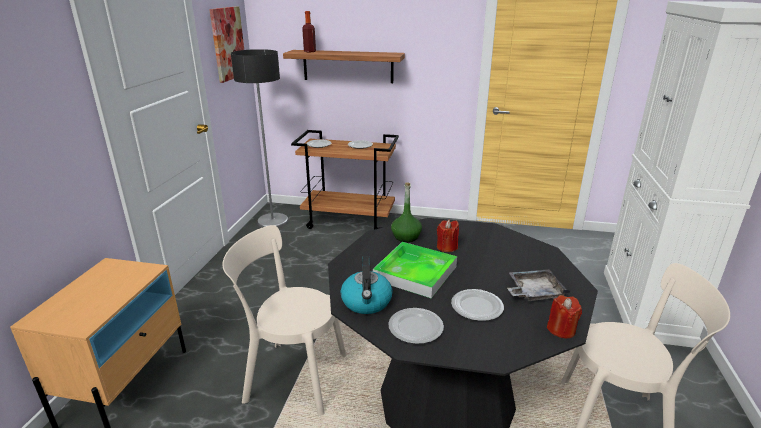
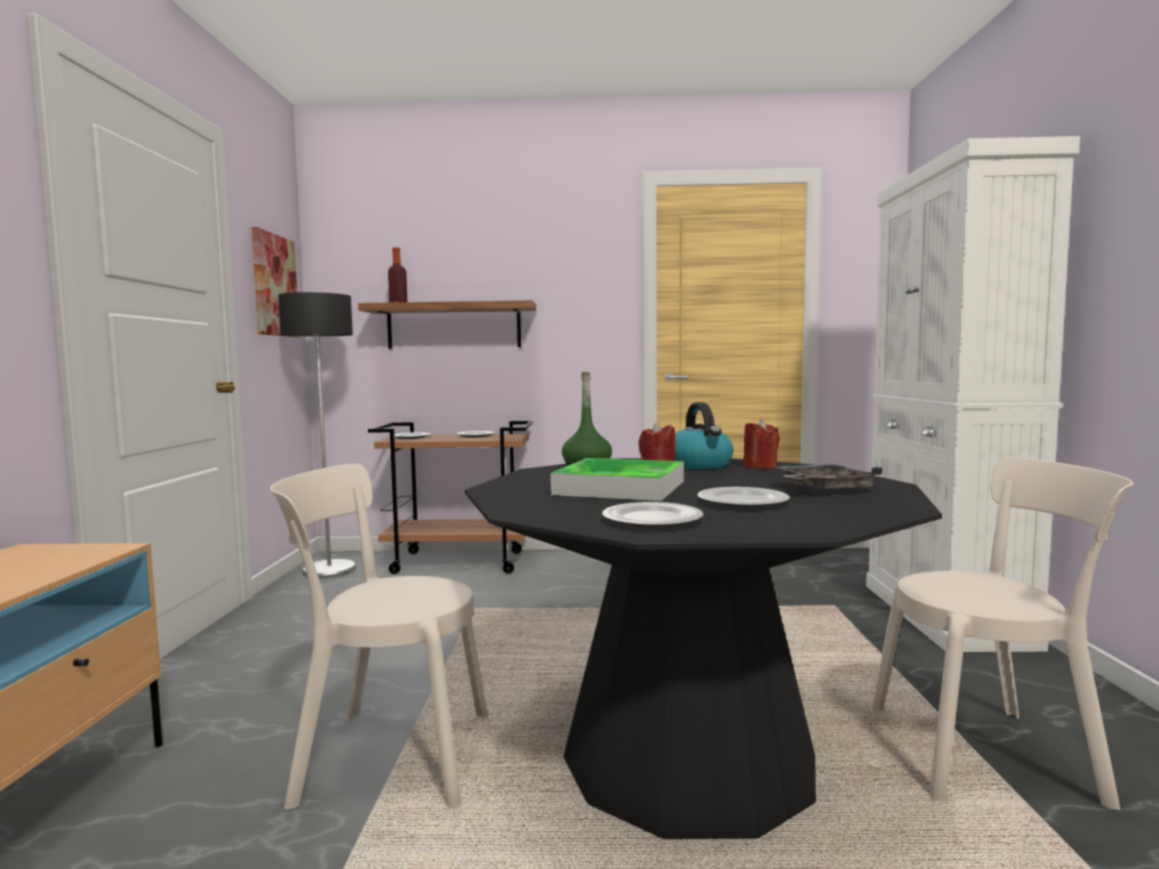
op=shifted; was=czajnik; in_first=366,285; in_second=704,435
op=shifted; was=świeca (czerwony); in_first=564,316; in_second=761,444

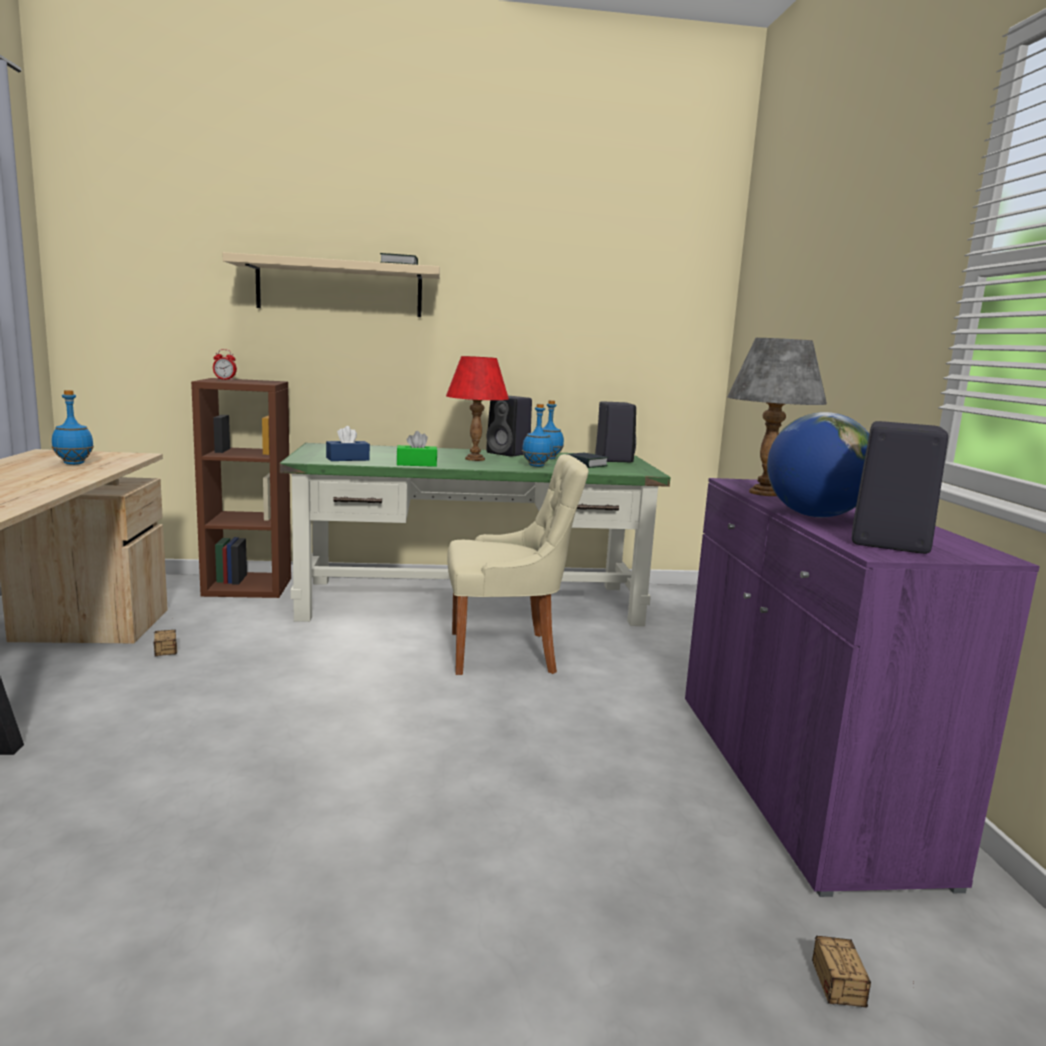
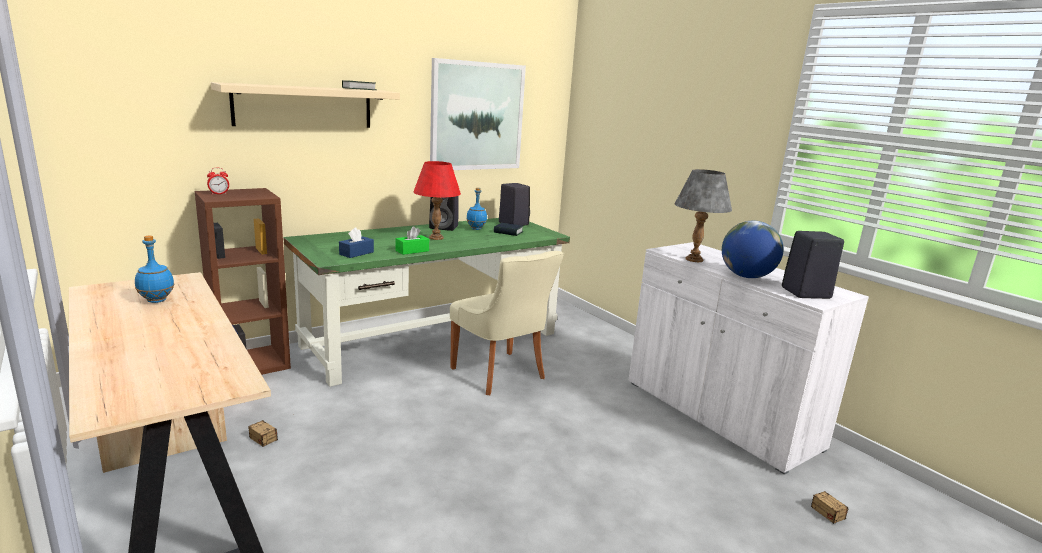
op=new; now=obraz; in_second=478,114
op=rotated; was=krzesło (beżowy); in_first=518,564; in_second=507,323; clockwise=90
op=repainted; was=szafka (fioletowy); now=szafka (biały); in_first=862,687; in_second=748,358
op=gone; was=butelka (niebieski); in_first=537,435

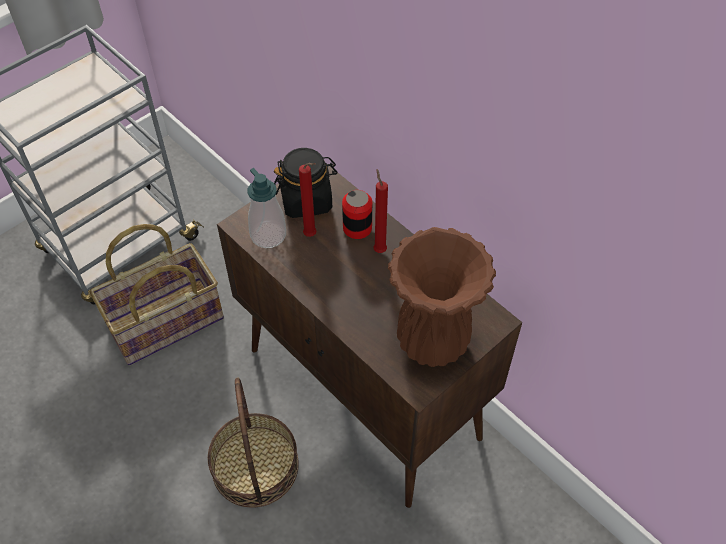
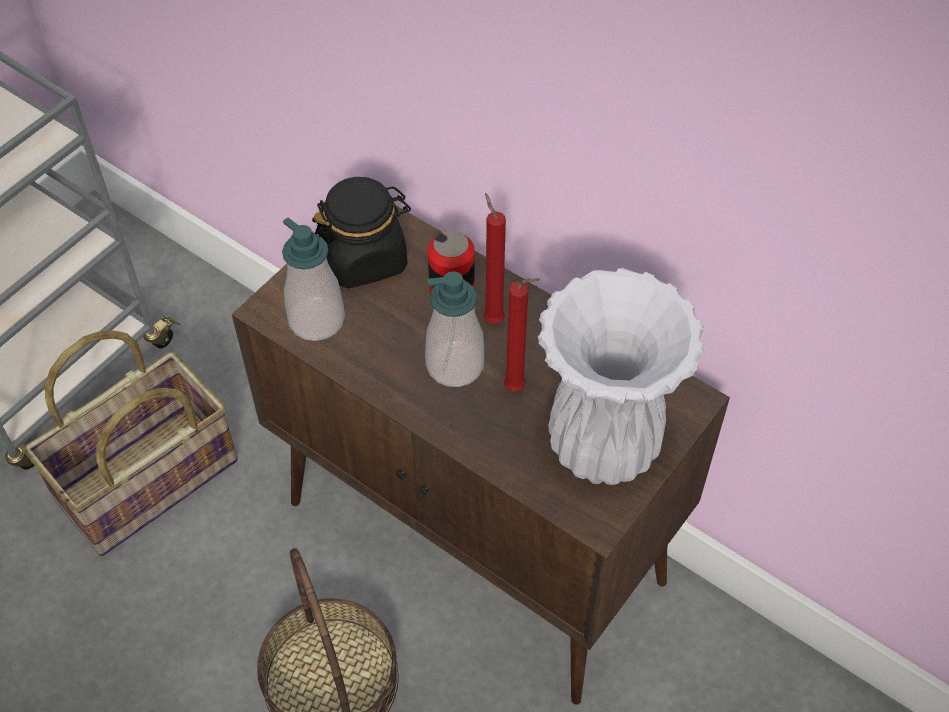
op=new; now=dozownik mydła; in_second=454,329
op=shifted; was=świeca (czerwony); in_first=308,200; in_second=522,334
op=repainted; was=wazon (brązowy); now=wazon (biały); in_first=442,297; in_second=621,376

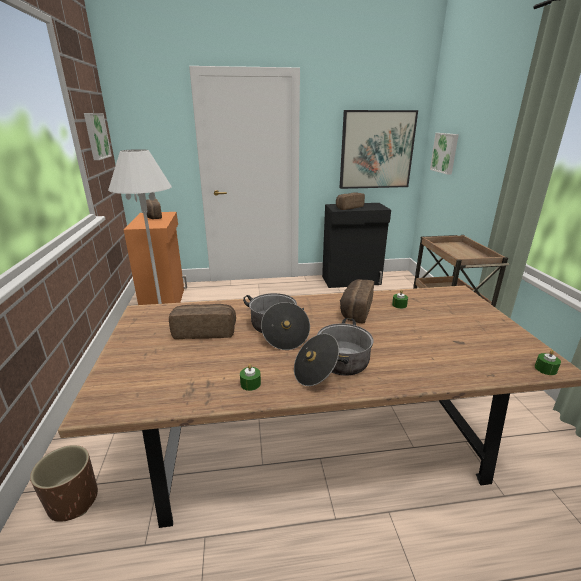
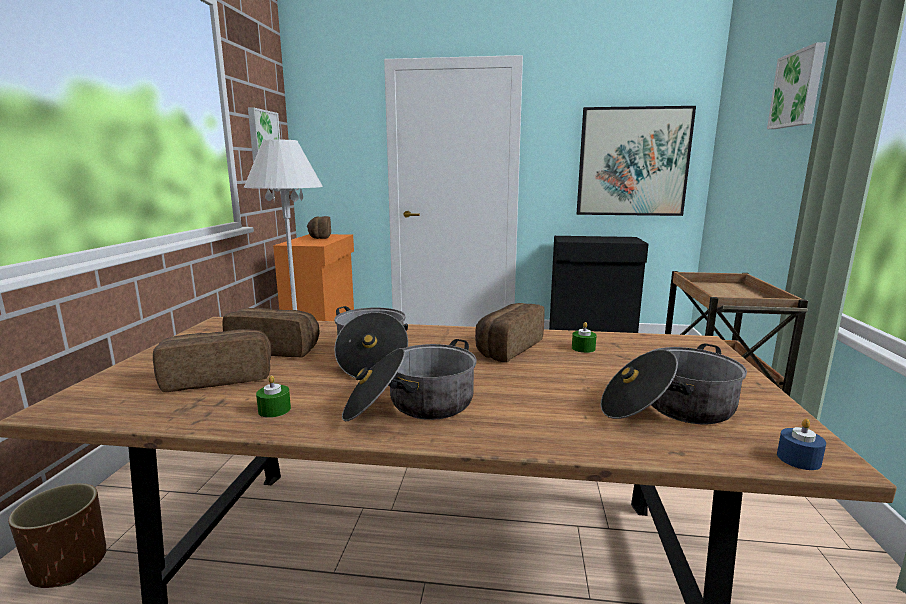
op=shifted; was=chleb; in_first=350,201; in_second=212,360
op=new; now=garnek; in_second=674,383
op=shifted; was=obraz; in_first=444,154; in_second=796,85
op=repainted; was=świeca (zielony); now=świeca (niebieski); in_first=548,362; in_second=801,444

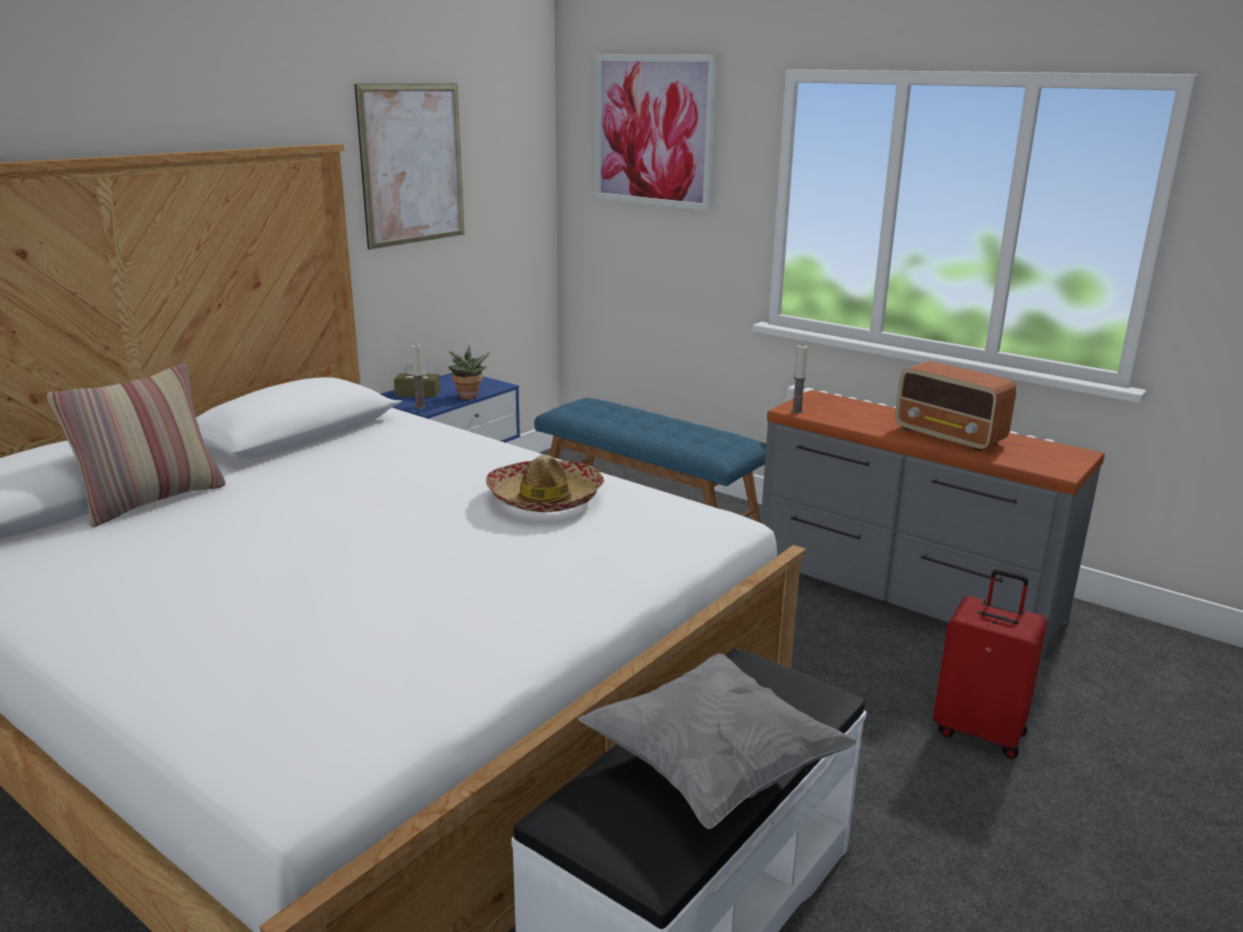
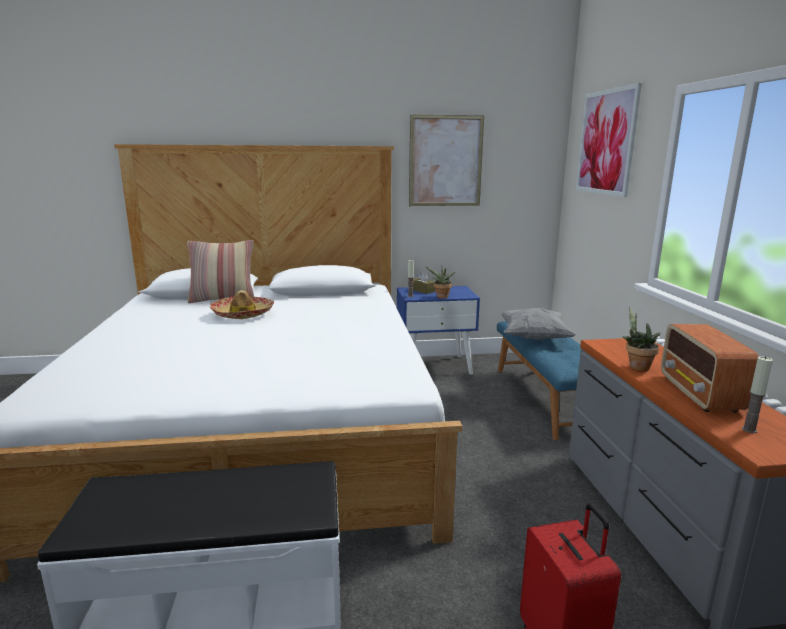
op=shifted; was=kapelusz; in_first=545,483; in_second=242,304
op=shifted; was=poduszka (szary); in_first=718,741; in_second=537,324
op=new; now=roślina doniczkowa; in_second=641,339
op=shifted; was=świeca; in_first=799,378; in_second=757,394

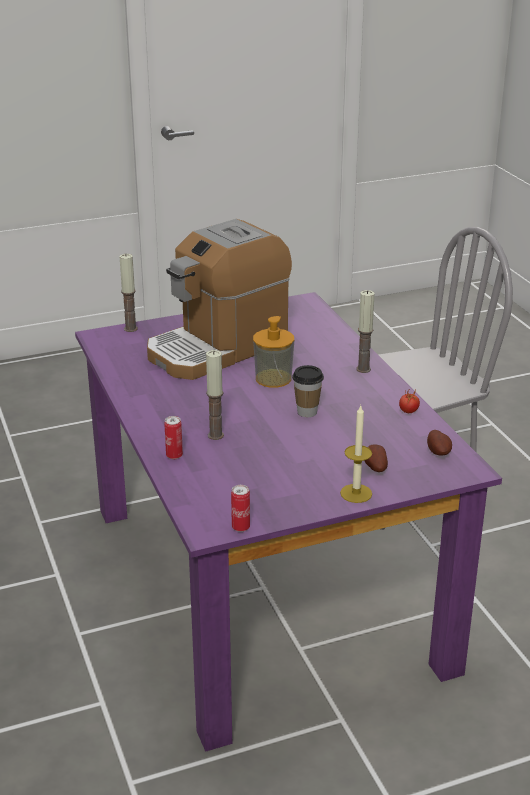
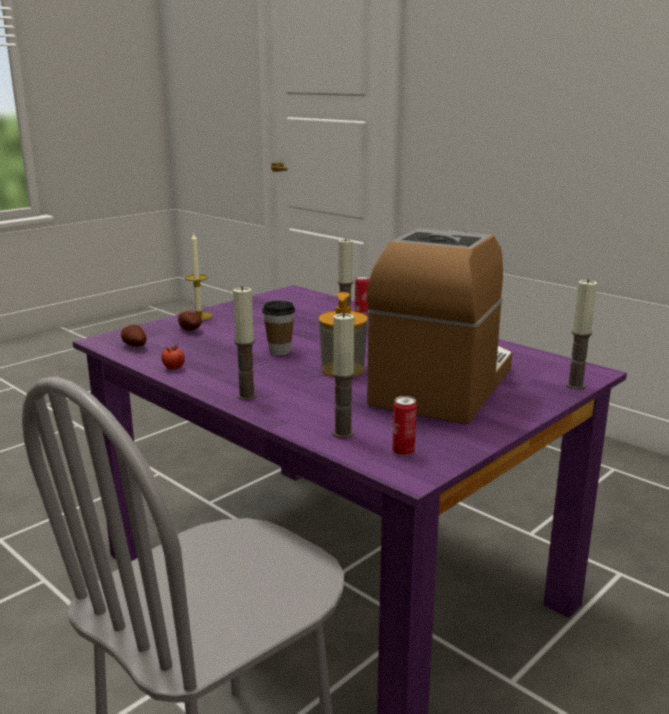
op=new; now=świeca; in_second=343,375
op=shifted; was=puszka; in_first=240,508; in_second=404,426

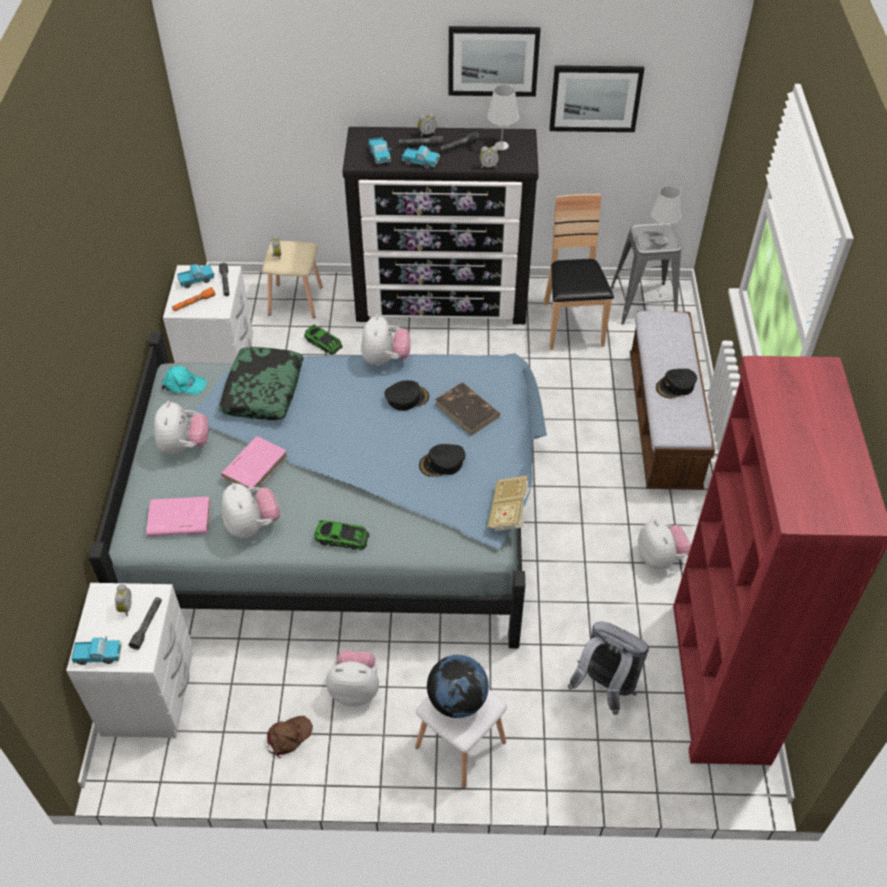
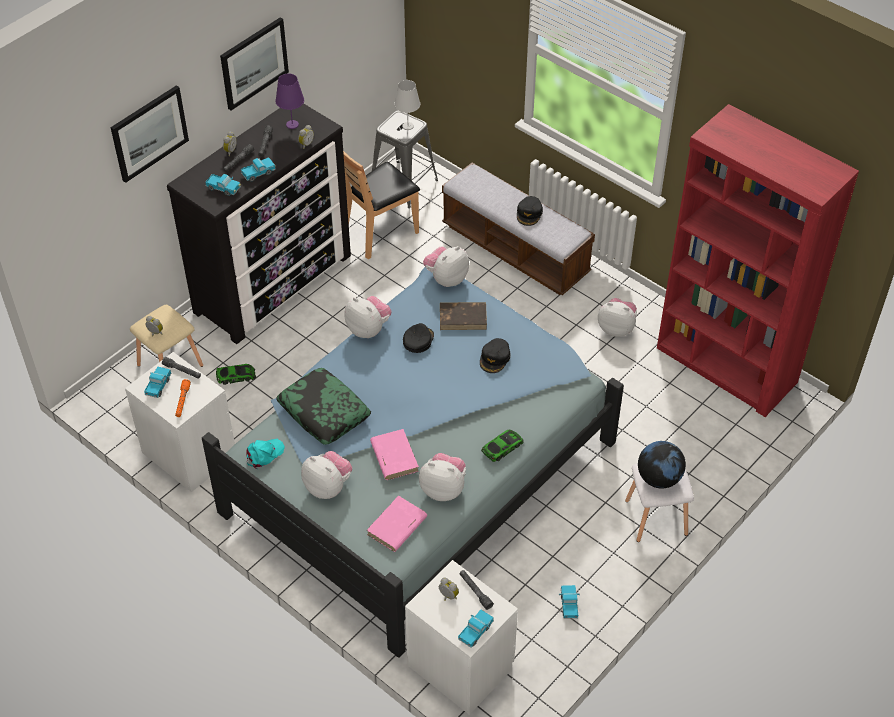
op=shifted; was=obraz; in_first=596,98; in_second=149,134
op=repainted; was=lampa stołowa (biały); now=lampa stołowa (fioletowy); in_first=503,117; in_second=289,101
op=rotated; was=krzesło (brązowy); in_first=579,272; in_second=381,205; clockwise=-75
op=shifted; was=pluszak; in_first=352,678; in_second=446,266
op=swapped; was=czapka z daszkiem (brązowy); now=ciężarówka zabawkowa; in_first=290,737; in_second=569,602
op=gone; was=książka; in_first=509,503
op=gone; was=plecak (szary); in_first=608,668

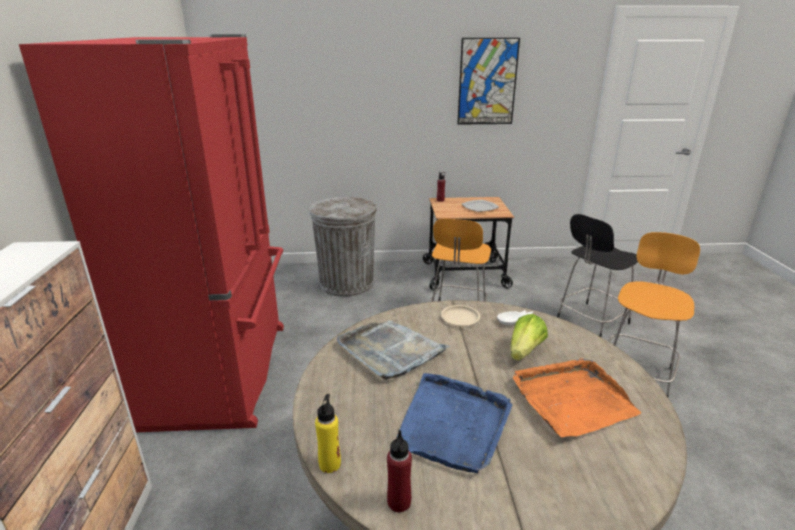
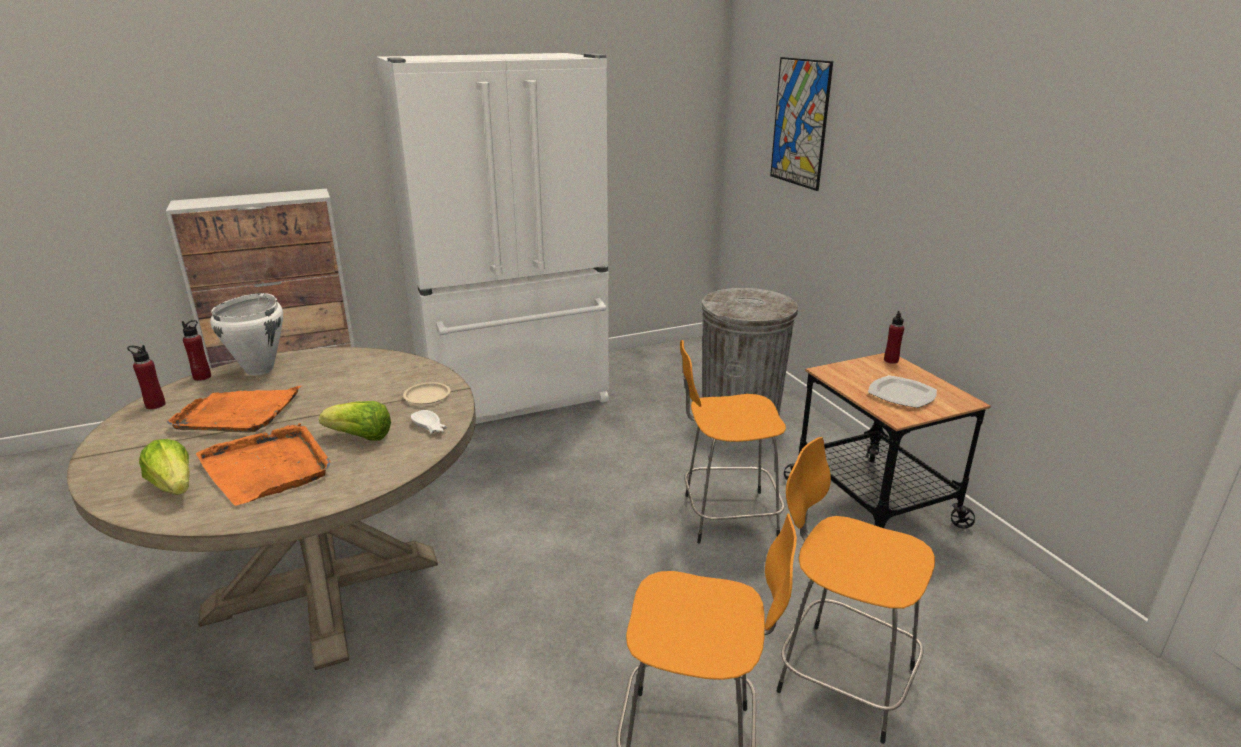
op=new; now=sałata; in_second=164,467
op=repainted; was=taca (niebieski); now=taca (pomarańczowy); in_first=455,423; in_second=234,409
op=repainted; was=butelka (żółty); now=butelka (czerwony); in_first=328,433; in_second=196,350
op=new; now=garnek (biały); in_second=246,334
op=repainted; was=lodówka (czerwony); now=lodówka (biały); in_first=151,233; in_second=492,238
op=shifted; was=obraz; in_first=488,81; in_second=801,124
op=repainted; was=stołek (czarny); now=stołek (pomarańczowy); in_first=597,275; in_second=856,590
op=gone; was=taca (szary); in_first=394,350

